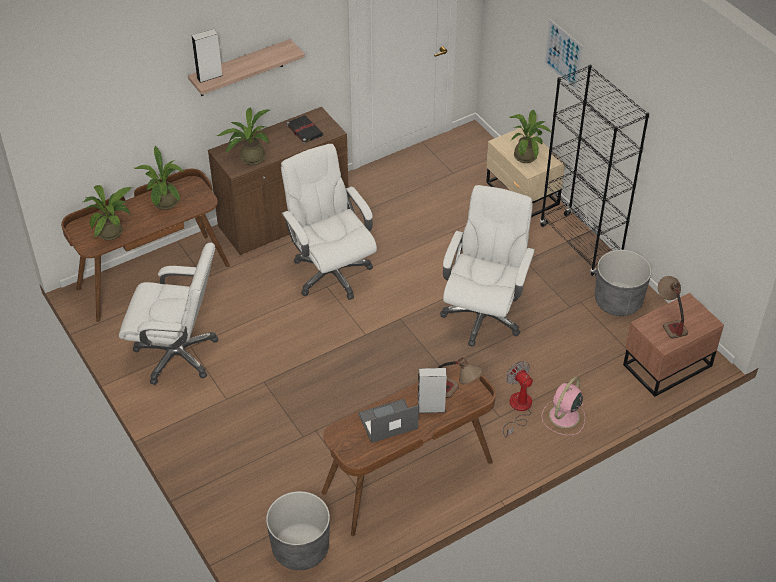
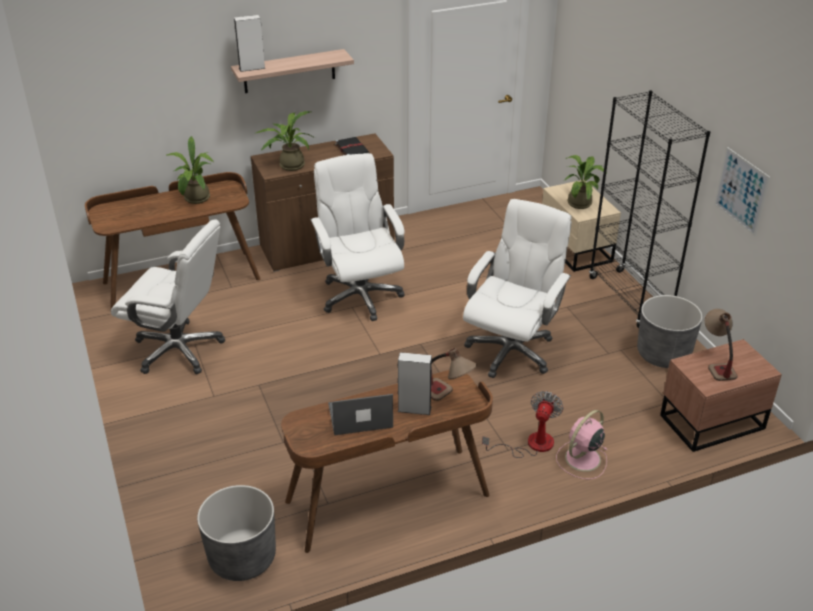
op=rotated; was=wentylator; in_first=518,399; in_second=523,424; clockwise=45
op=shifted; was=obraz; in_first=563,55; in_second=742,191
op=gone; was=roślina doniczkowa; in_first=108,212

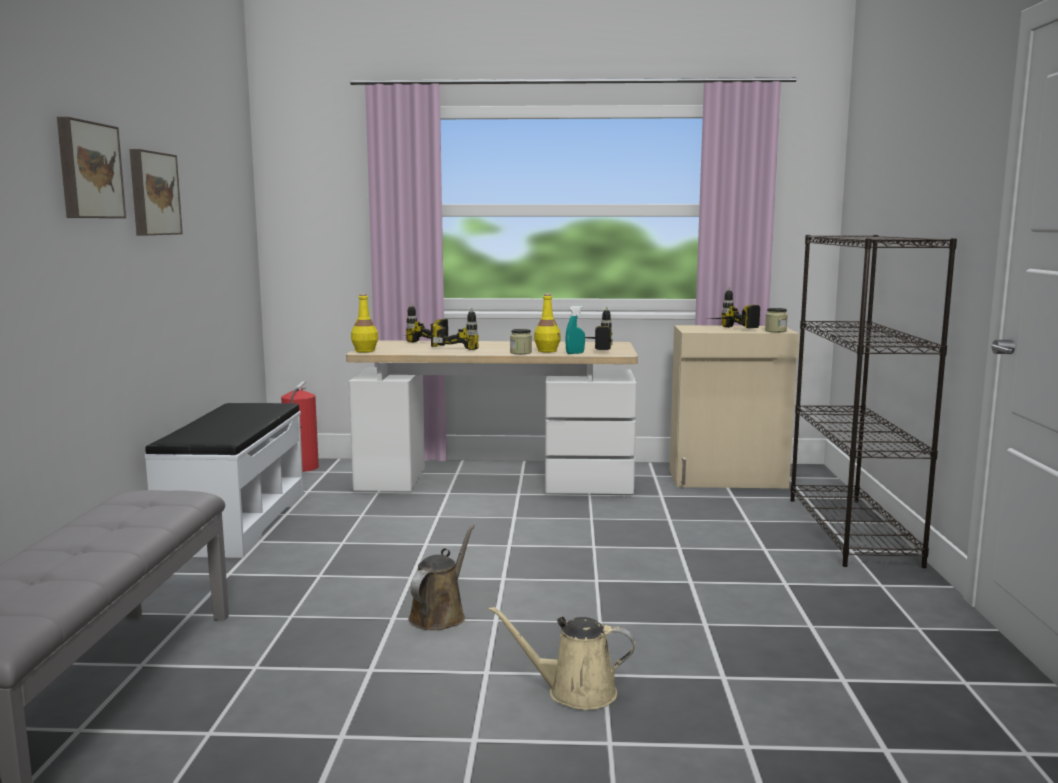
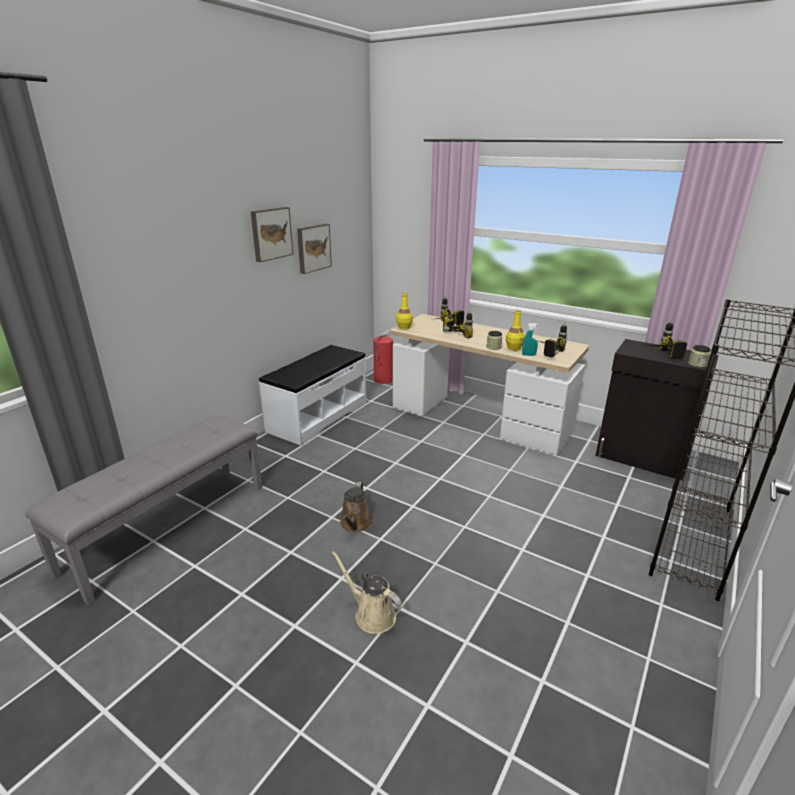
op=shifted; was=obraz; in_first=91,167; in_second=314,249
op=rotated; was=konewka (brązowy); in_first=441,577; in_second=356,507; clockwise=135
op=repainted; was=szafka (beżowy); now=szafka (czarny); in_first=734,406; in_second=657,410

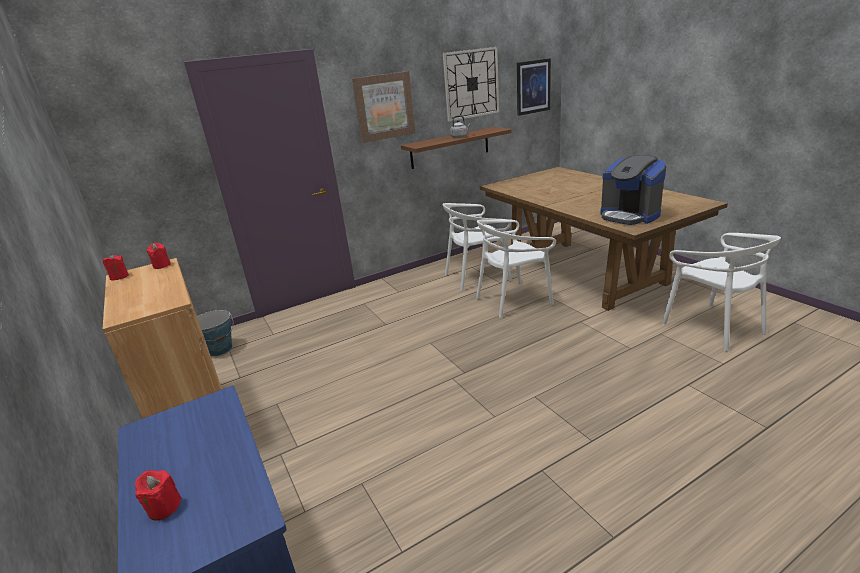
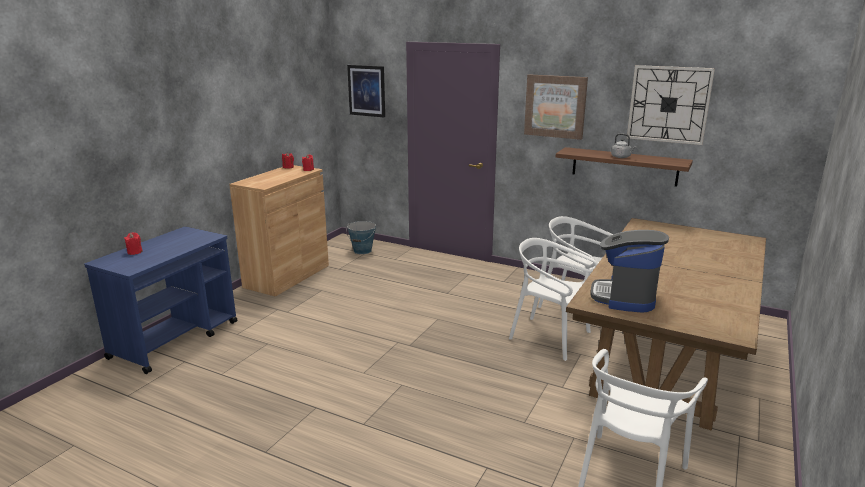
op=shifted; was=obraz; in_first=534,87; in_second=366,91

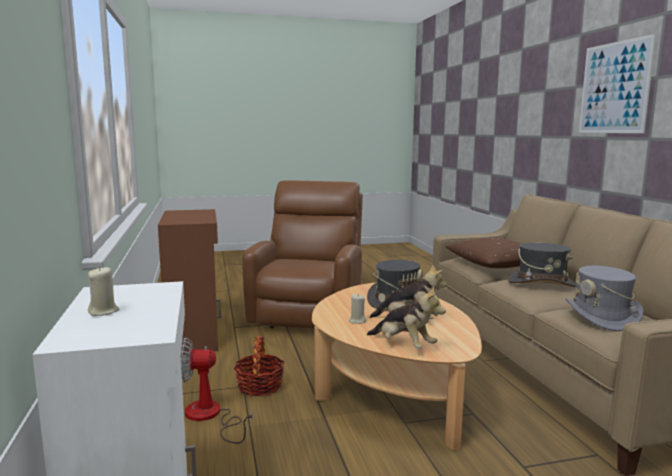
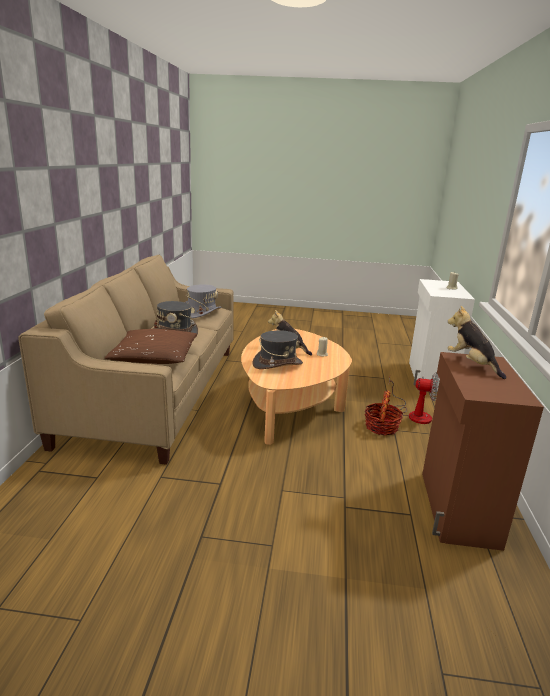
op=shifted; was=pluszak; in_first=406,317; in_second=477,342
op=gone; was=fotel (brązowy); in_first=302,254
op=gone; was=obraz; in_first=617,83

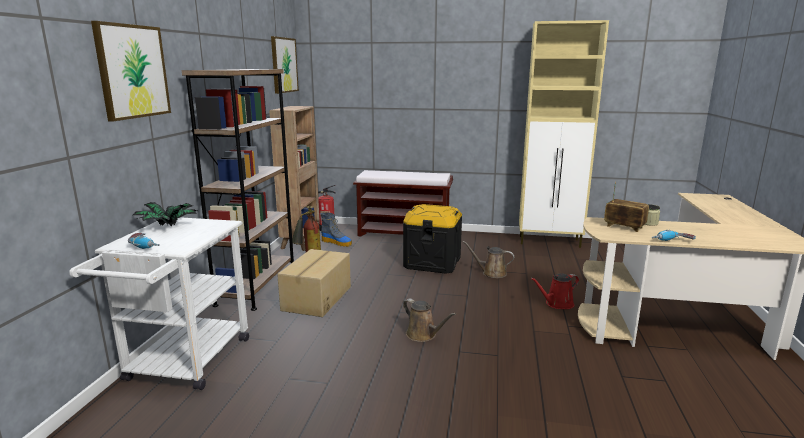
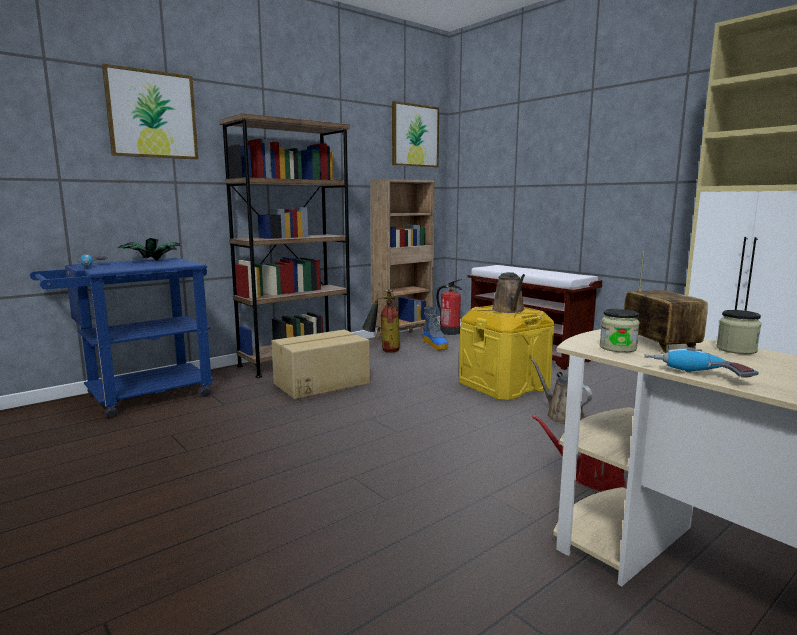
op=repainted; was=wózek (biały); now=wózek (niebieski); in_first=159,303; in_second=122,338
op=repainted; was=pojemnik do przechowywania (czarny); now=pojemnik do przechowywania (żółty); in_first=432,239; in_second=507,352
op=shifted; was=konewka (brązowy); in_first=429,320; in_second=508,292
op=new; now=słoik; in_second=620,331

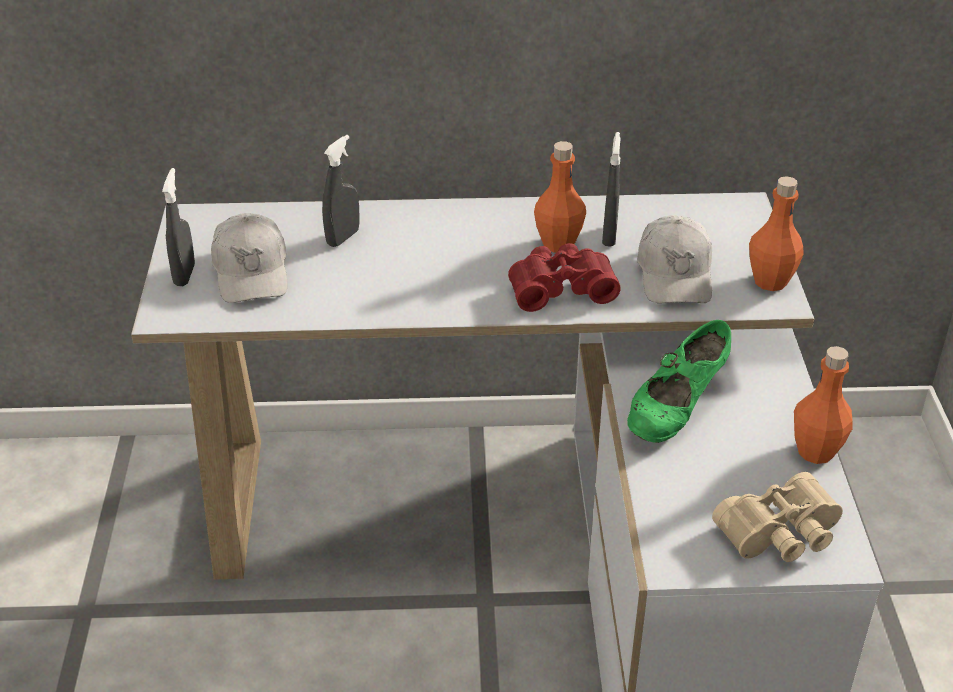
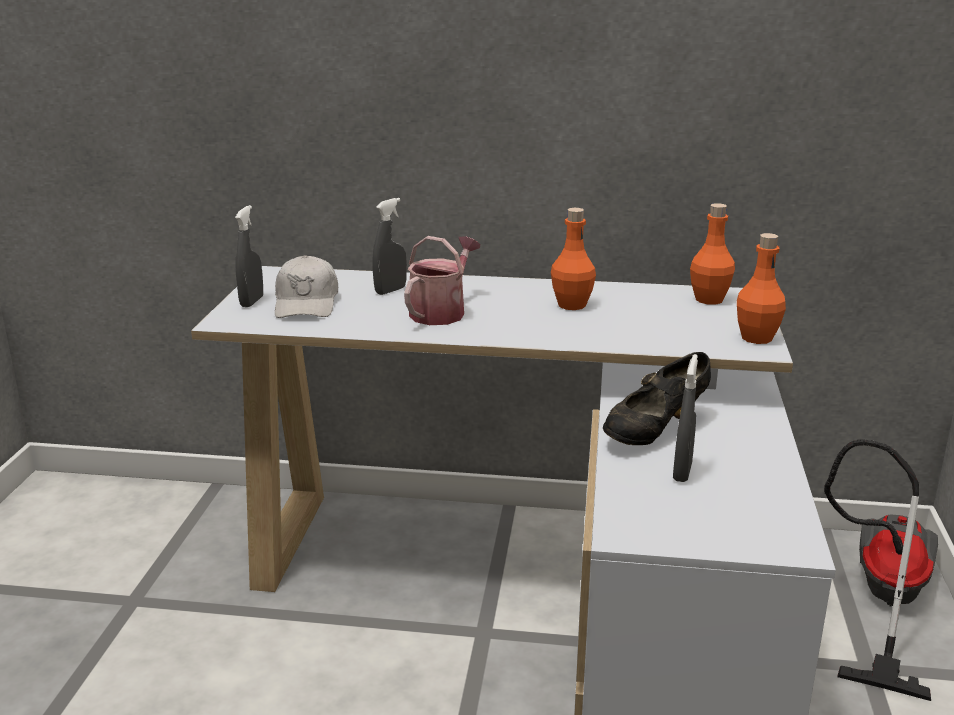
op=new; now=konewka; in_second=442,280
op=repainted; was=but (zielony); now=but (czarny); in_first=679,381; in_second=657,398
op=shifted; was=spryskiwacz (szary); in_first=611,189; in_second=685,418
op=shifted; was=butelka (pomarańczowy); in_first=823,405; in_second=712,254
op=new; now=odkurzacz; in_second=881,570
op=gone; was=lornetka (czerwony); in_first=564,277
op=gone; was=czapka z daszkiem (biały); in_first=674,259
op=gone; was=lornetka (beżowy); in_first=777,517

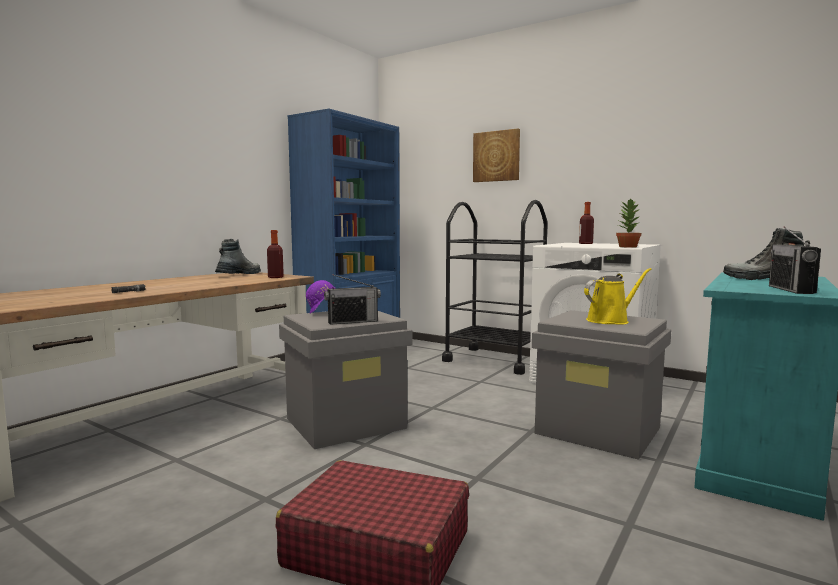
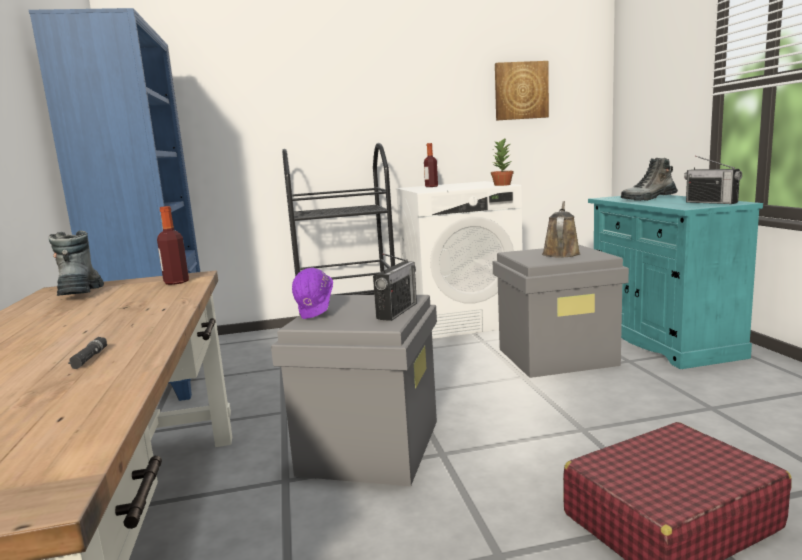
op=shifted; was=obraz; in_first=496,155; in_second=522,91
op=repainted; was=konewka (żółty); now=konewka (brązowy); in_first=617,296; in_second=561,229

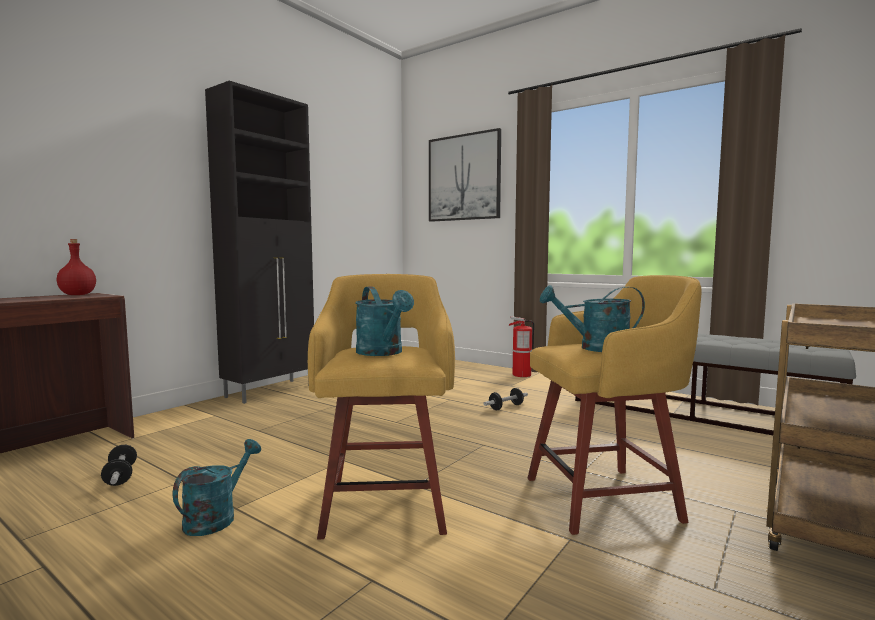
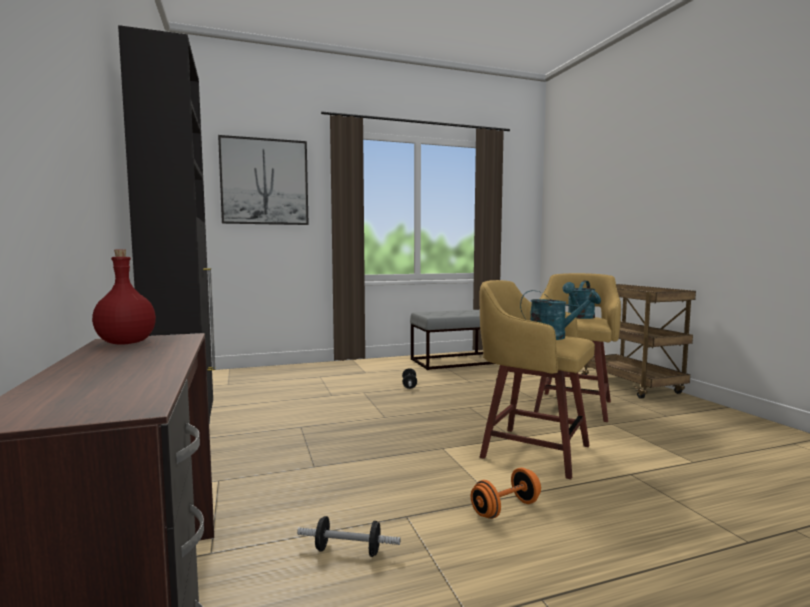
op=swapped; was=konewka (turkusowy); now=hantel (pomarańczowy); in_first=217,487; in_second=506,493
op=gone; was=gaśnica; in_first=521,346

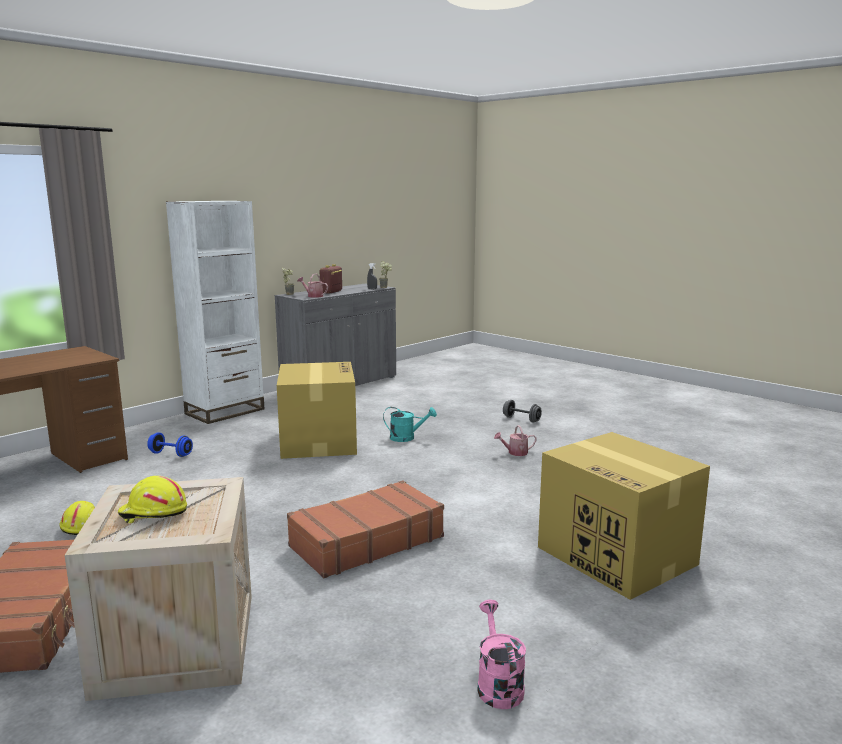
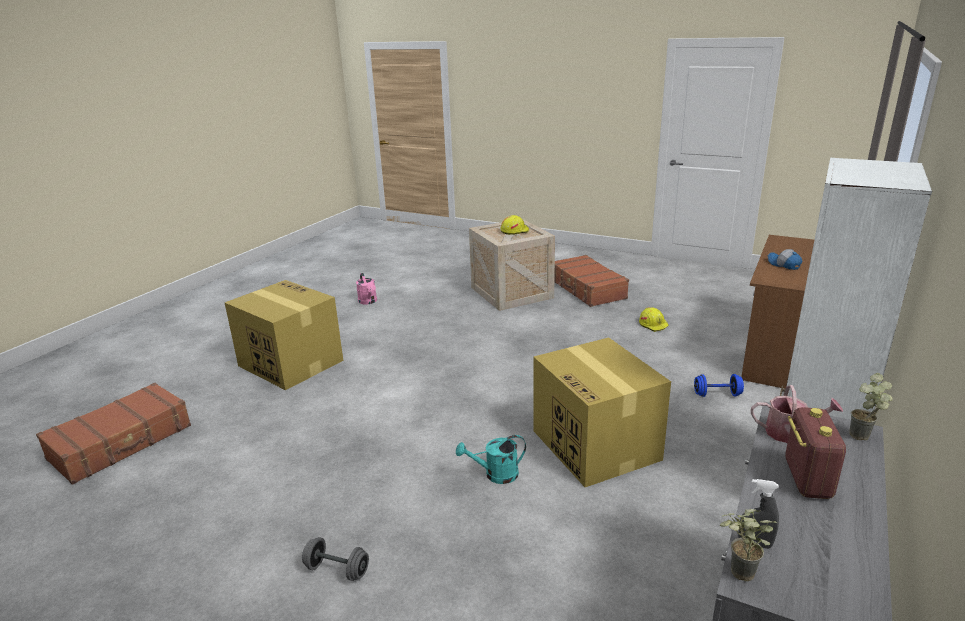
op=shifted; was=walizka (brązowy); in_first=365,529; in_second=113,434
op=new; now=czapka z daszkiem; in_second=785,259
op=gone; was=konewka; in_first=515,440

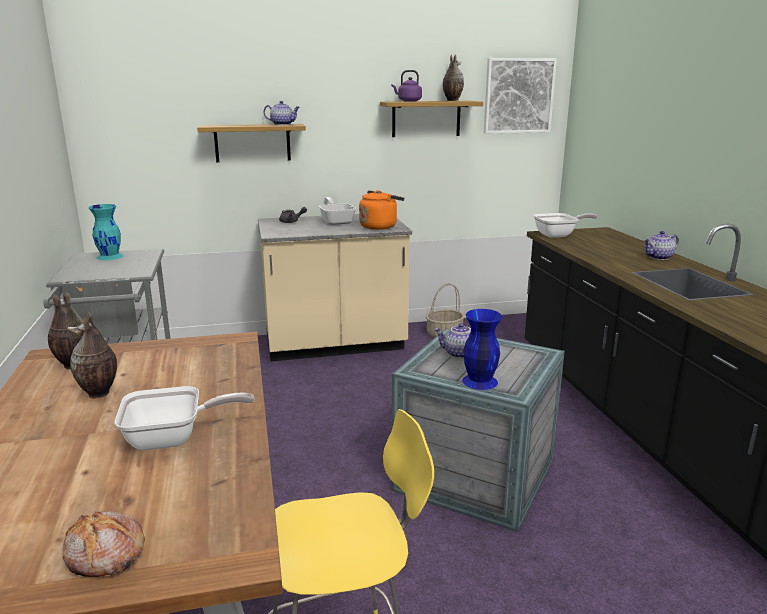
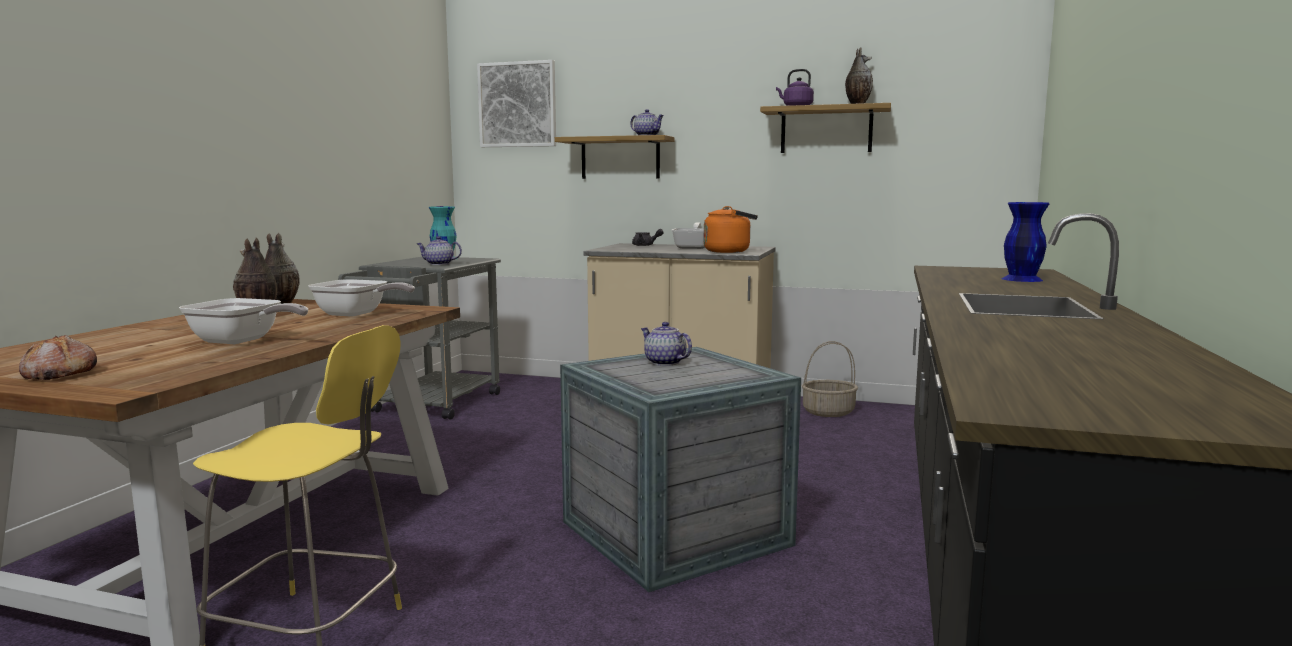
op=shifted; was=patelnia; in_first=565,225; in_second=361,298
op=shifted; was=imbryk; in_first=661,245; in_second=439,250
op=shifted; was=obraz; in_first=520,96; in_second=516,103
op=shifted; was=wazon (niebieski); in_first=482,349; in_second=1025,242

